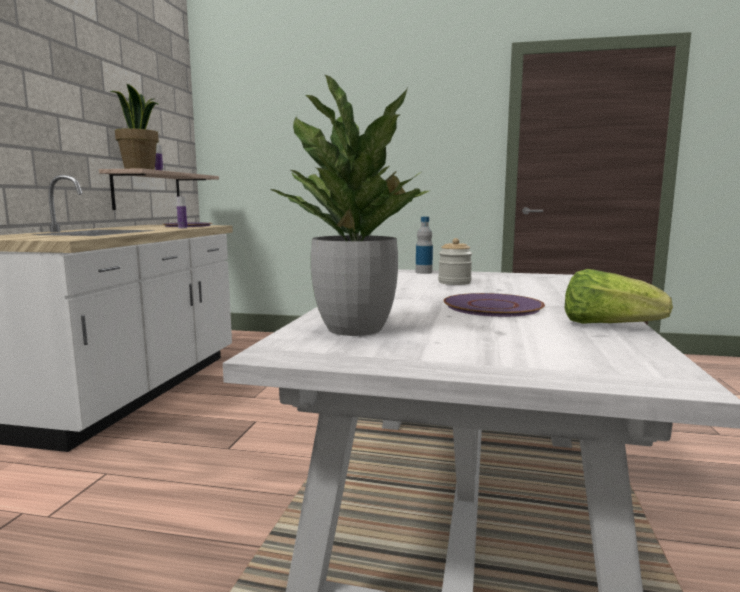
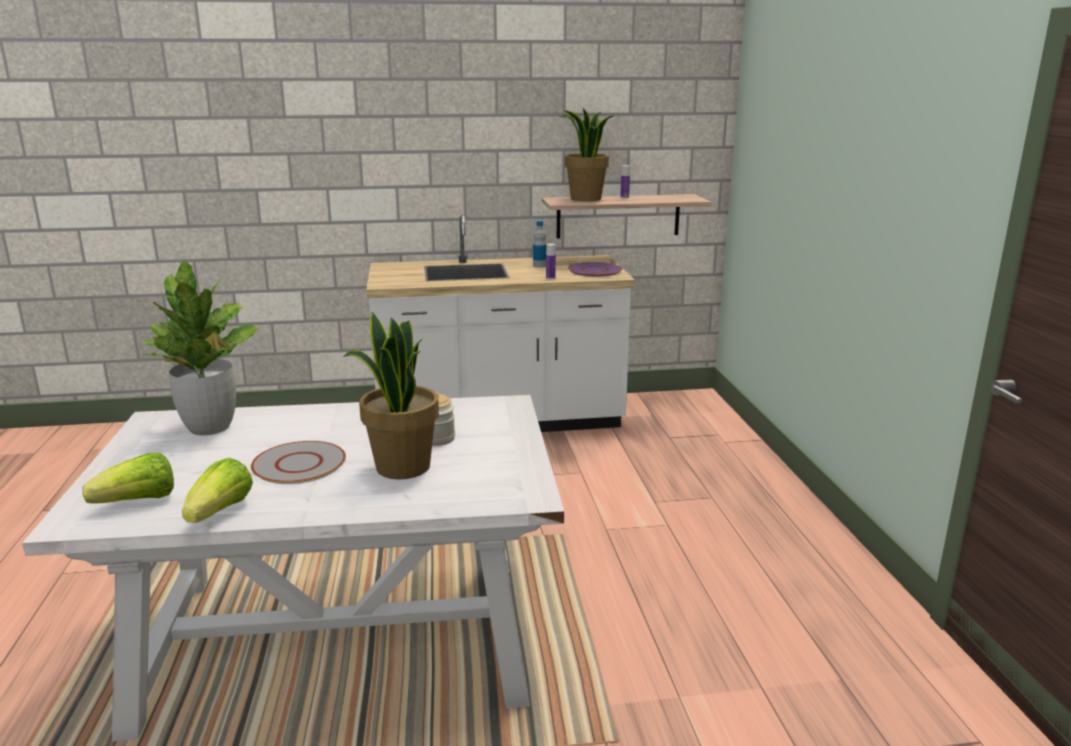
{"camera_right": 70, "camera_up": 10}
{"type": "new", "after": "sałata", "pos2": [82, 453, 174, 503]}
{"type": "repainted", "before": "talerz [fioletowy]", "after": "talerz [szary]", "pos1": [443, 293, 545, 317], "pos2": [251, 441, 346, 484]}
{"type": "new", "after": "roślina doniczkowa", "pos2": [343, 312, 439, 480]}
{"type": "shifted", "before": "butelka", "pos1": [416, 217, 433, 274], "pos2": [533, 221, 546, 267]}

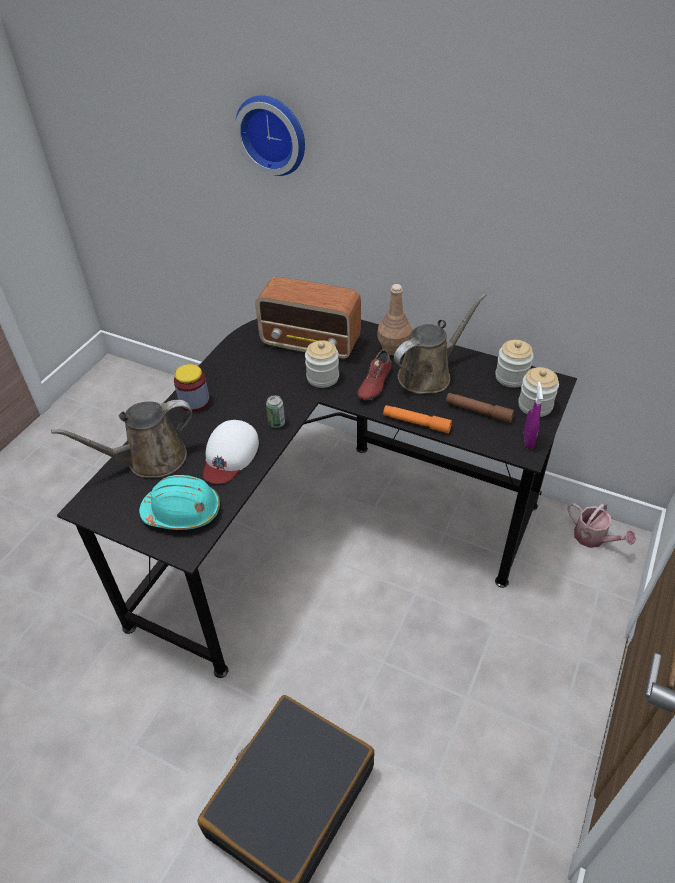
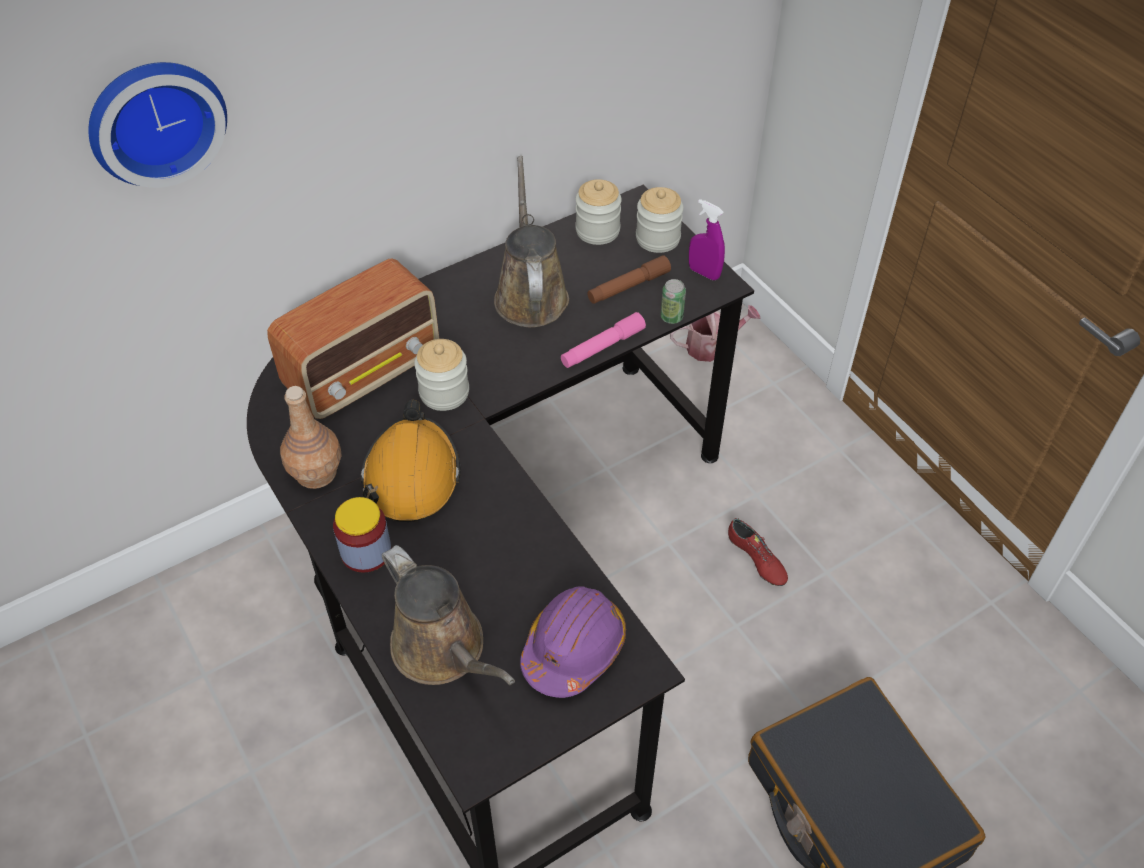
{"camera_right": -60, "camera_up": 5}
{"type": "shifted", "before": "butelka [brązowy]", "pos1": [377, 284, 412, 356], "pos2": [280, 386, 342, 489]}
{"type": "new", "after": "kask [pomarańczowy]", "pos2": [360, 400, 461, 522]}
{"type": "rotated", "before": "konewka [brązowy]", "pos1": [51, 400, 192, 477], "pos2": [382, 545, 515, 685], "turn": -45}
{"type": "repainted", "before": "kask [turkusowy]", "after": "kask [fioletowy]", "pos1": [139, 475, 220, 530], "pos2": [520, 586, 626, 698]}
{"type": "repainted", "before": "latarka [pomarańczowy]", "after": "latarka [różowy]", "pos1": [383, 405, 452, 433], "pos2": [561, 312, 646, 368]}
{"type": "shifted", "before": "puszka", "pos1": [266, 395, 285, 428], "pos2": [660, 279, 686, 324]}
{"type": "shifted", "before": "but [czerwony]", "pos1": [358, 349, 392, 400], "pos2": [728, 518, 788, 586]}
{"type": "gone", "before": "czapka z daszkiem [biały]", "pos1": [203, 420, 259, 484]}

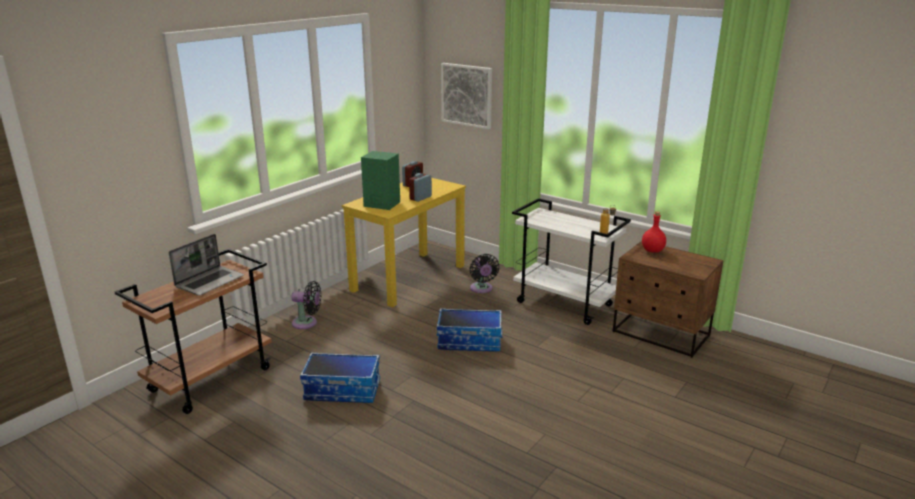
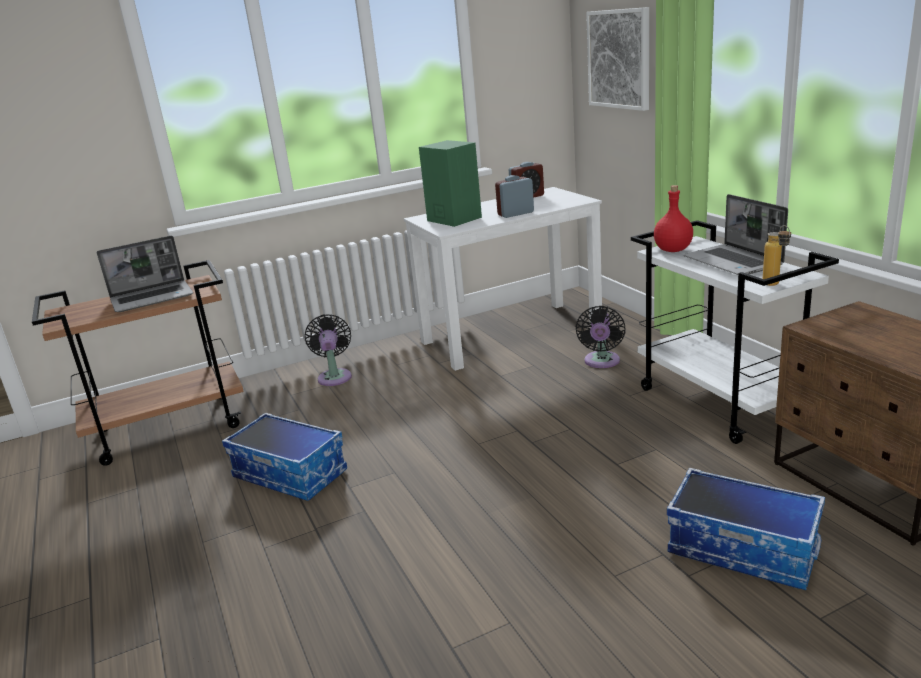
{"camera_right": 30, "camera_up": 0}
{"type": "rotated", "before": "wentylator [czarny]", "pos1": [291, 281, 321, 329], "pos2": [305, 314, 352, 386], "turn": -135}
{"type": "repainted", "before": "biurko [żółty]", "after": "biurko [biały]", "pos1": [342, 178, 466, 307], "pos2": [404, 187, 602, 371]}
{"type": "shifted", "before": "butelka [czerwony]", "pos1": [642, 212, 666, 253], "pos2": [654, 185, 693, 252]}
{"type": "shifted", "before": "pojemnik do przechowywania", "pos1": [437, 308, 502, 352], "pos2": [667, 468, 825, 590]}
{"type": "new", "after": "laptop", "pos2": [684, 194, 788, 275]}

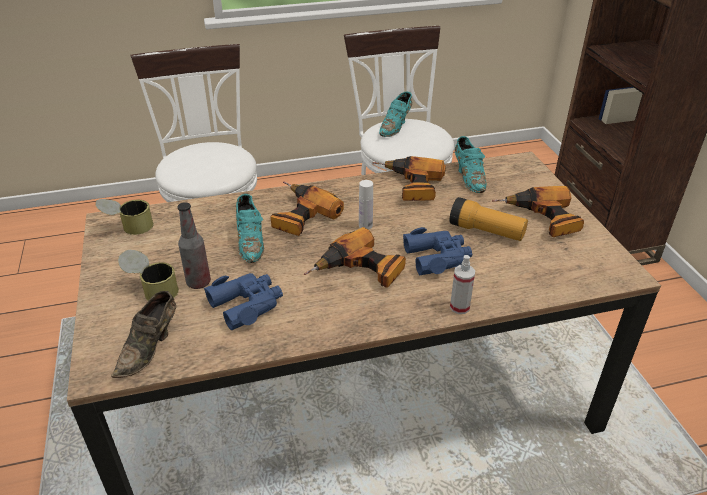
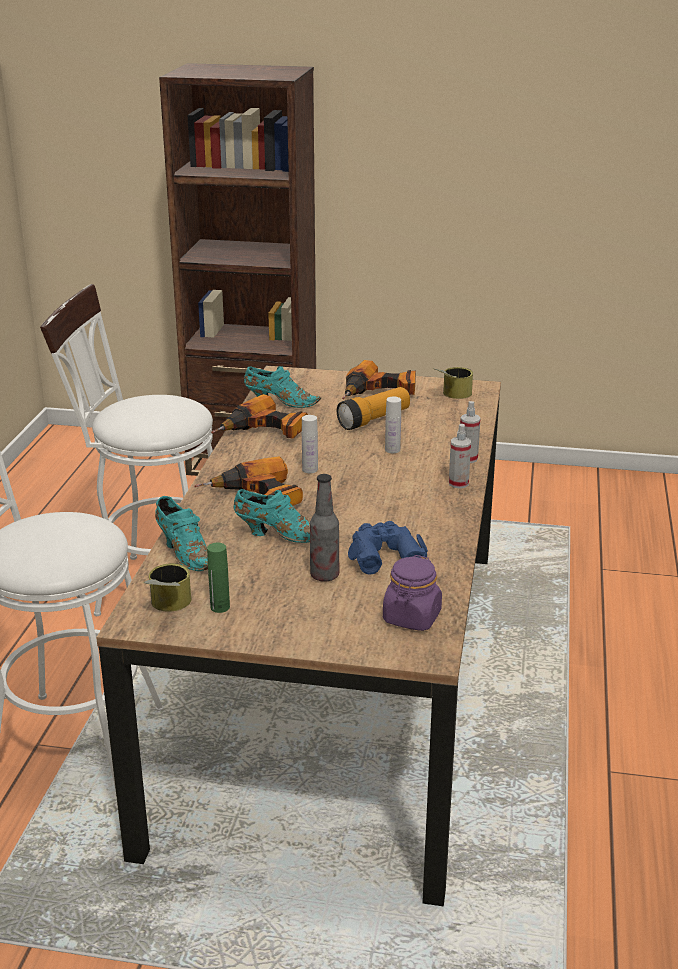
{"camera_right": -65, "camera_up": -10}
{"type": "shifted", "before": "but [turkusowy]", "pos1": [379, 92, 412, 137], "pos2": [155, 496, 208, 571]}
{"type": "new", "after": "butelka [zielony]", "pos2": [207, 542, 230, 613]}
{"type": "swapped", "before": "but [brązowy]", "after": "słoik [fioletowy]", "pos1": [111, 291, 176, 378], "pos2": [383, 555, 442, 631]}
{"type": "swapped", "before": "lornetka [niebieski]", "after": "butelka [biały]", "pos1": [403, 227, 472, 275], "pos2": [385, 397, 401, 453]}
{"type": "shifted", "before": "puszka", "pos1": [118, 250, 179, 301], "pos2": [433, 367, 473, 399]}
{"type": "new", "after": "spryskiwacz", "pos2": [449, 424, 471, 489]}
{"type": "gone", "before": "wiertarka", "pos1": [304, 227, 406, 288]}

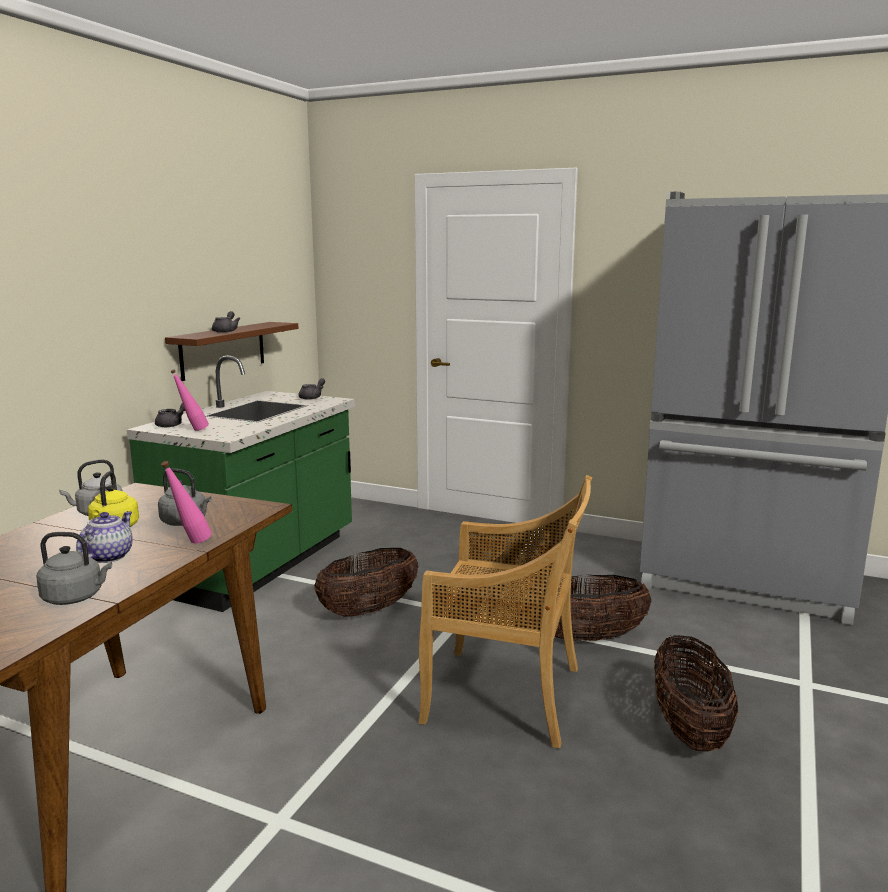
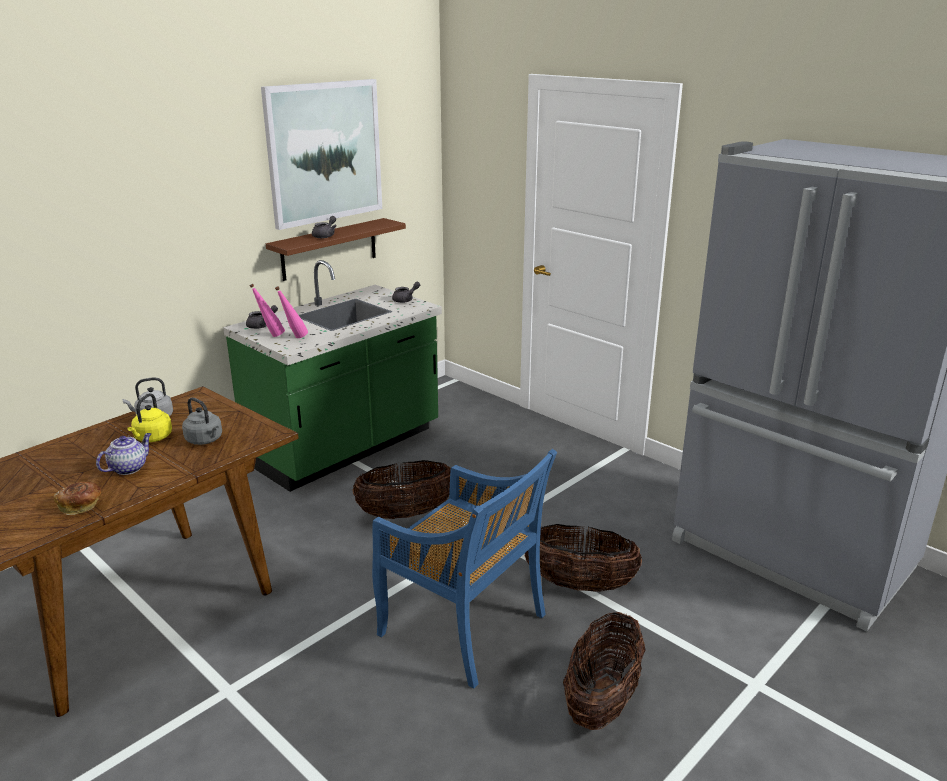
{"camera_right": 20, "camera_up": 10}
{"type": "swapped", "before": "czajnik [szary]", "after": "chleb", "pos1": [36, 532, 112, 605], "pos2": [54, 482, 101, 515]}
{"type": "new", "after": "obraz", "pos2": [261, 79, 382, 230]}
{"type": "shifted", "before": "butelka [różowy]", "pos1": [161, 461, 212, 544], "pos2": [275, 286, 308, 338]}
{"type": "repainted", "before": "krzesło [beżowy]", "after": "krzesło [niebieski]", "pos1": [418, 475, 592, 748], "pos2": [372, 449, 557, 688]}

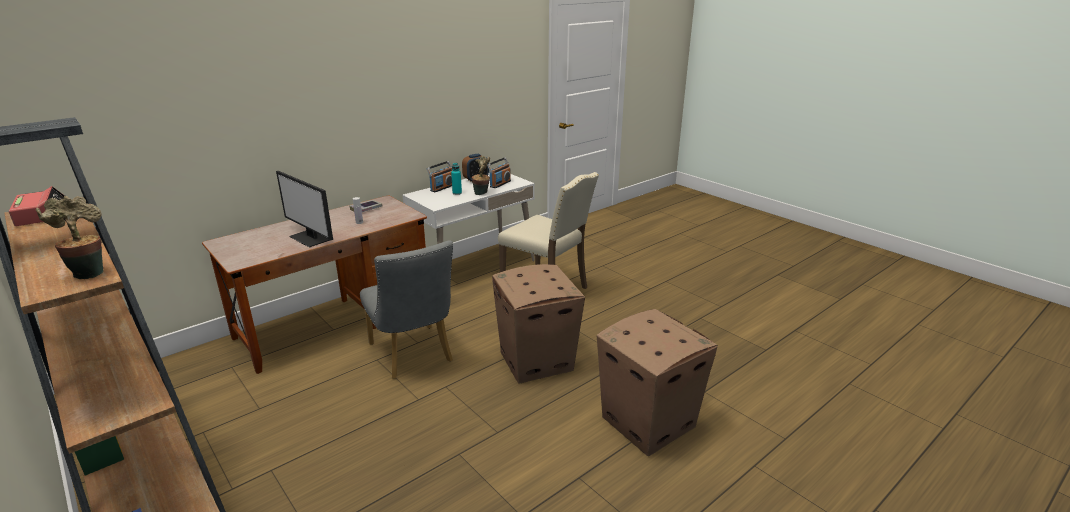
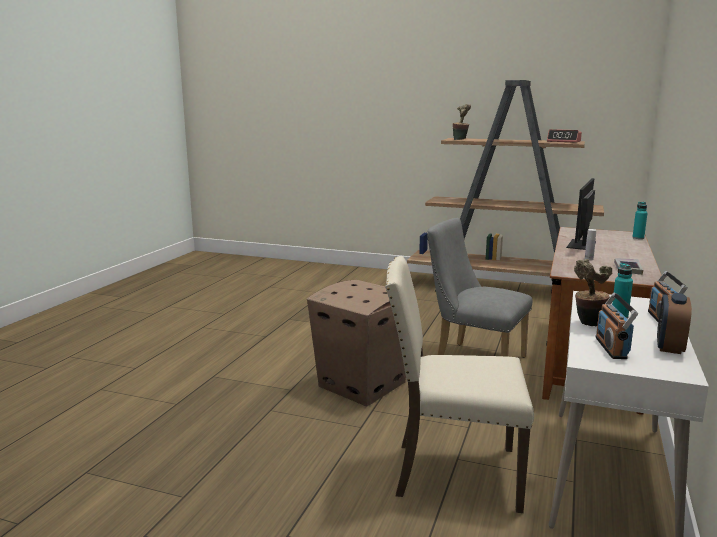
{"camera_right": 150, "camera_up": -10}
{"type": "rotated", "before": "monitor", "pos1": [276, 171, 333, 248], "pos2": [566, 178, 596, 250], "turn": -75}
{"type": "new", "after": "butelka [turkusowy]", "pos2": [632, 202, 647, 239]}
{"type": "gone", "before": "karton", "pos1": [596, 309, 718, 456]}

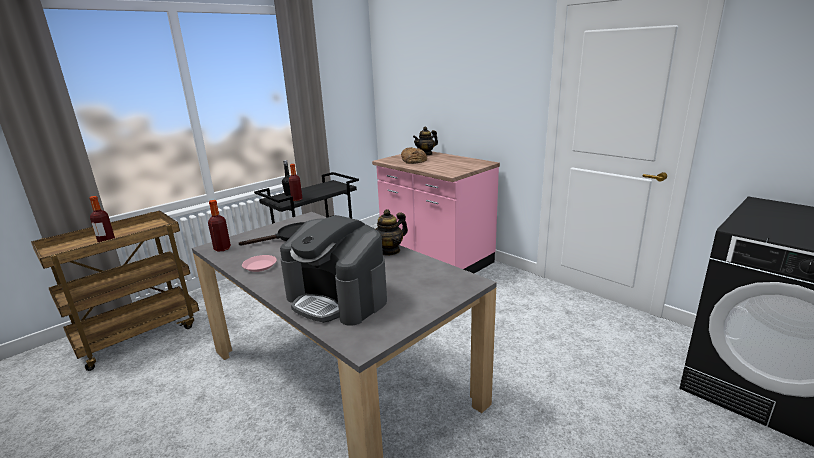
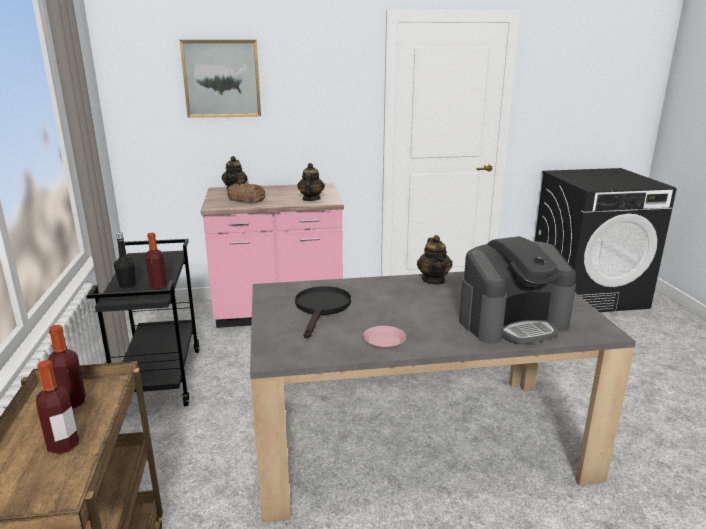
{"camera_right": -55, "camera_up": 0}
{"type": "shifted", "before": "butelka", "pos1": [208, 200, 231, 252], "pos2": [48, 325, 86, 409]}
{"type": "new", "after": "obraz", "pos2": [180, 40, 261, 118]}
{"type": "new", "after": "imbryk", "pos2": [297, 163, 325, 201]}

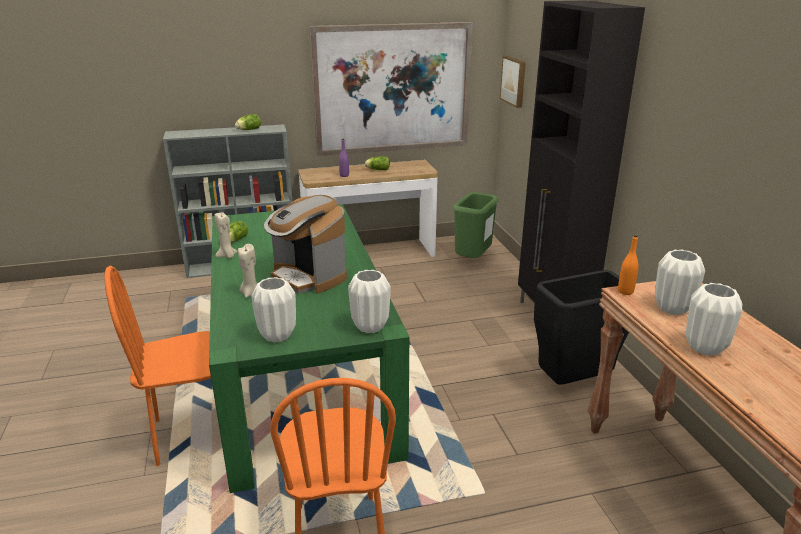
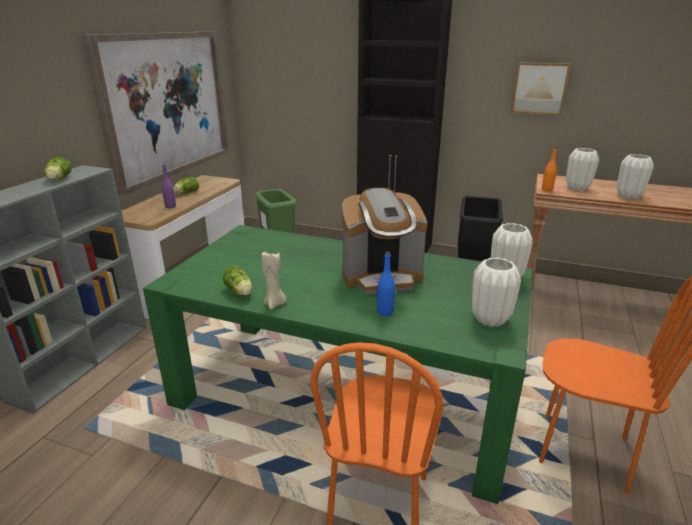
{"camera_right": -55, "camera_up": 0}
{"type": "swapped", "before": "świeca [beżowy]", "after": "butelka [niebieski]", "pos1": [238, 244, 257, 298], "pos2": [377, 252, 395, 316]}
{"type": "shifted", "before": "obraz", "pos1": [500, 56, 526, 108], "pos2": [511, 62, 570, 115]}

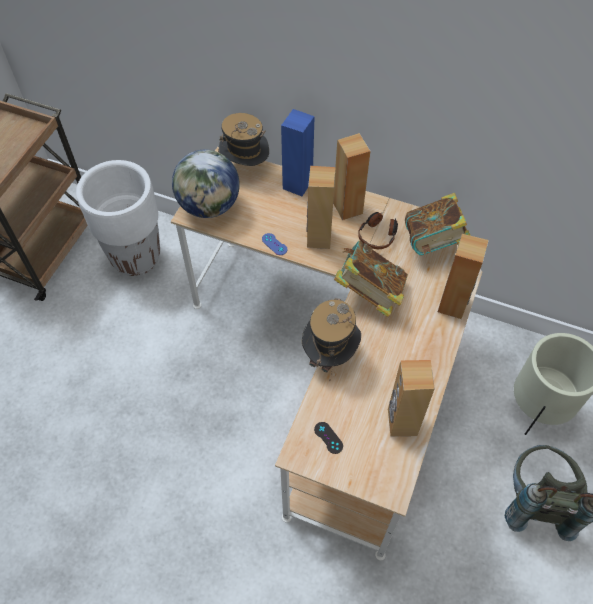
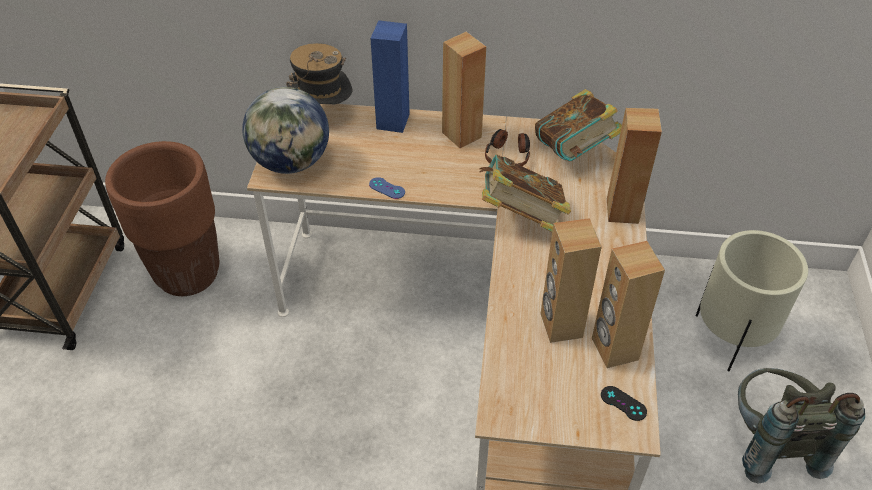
{"camera_right": -15, "camera_up": -10}
{"type": "repainted", "before": "donica [biały]", "after": "donica [brązowy]", "pos1": [76, 160, 160, 276], "pos2": [105, 141, 219, 296]}
{"type": "shifted", "before": "głośnik [brązowy]", "pos1": [307, 166, 336, 249], "pos2": [540, 218, 602, 343]}
{"type": "shifted", "before": "pad do gier [czarny]", "pos1": [314, 422, 343, 454], "pos2": [601, 386, 647, 421]}
{"type": "gone", "before": "kapelusz", "pos1": [302, 298, 361, 380]}

